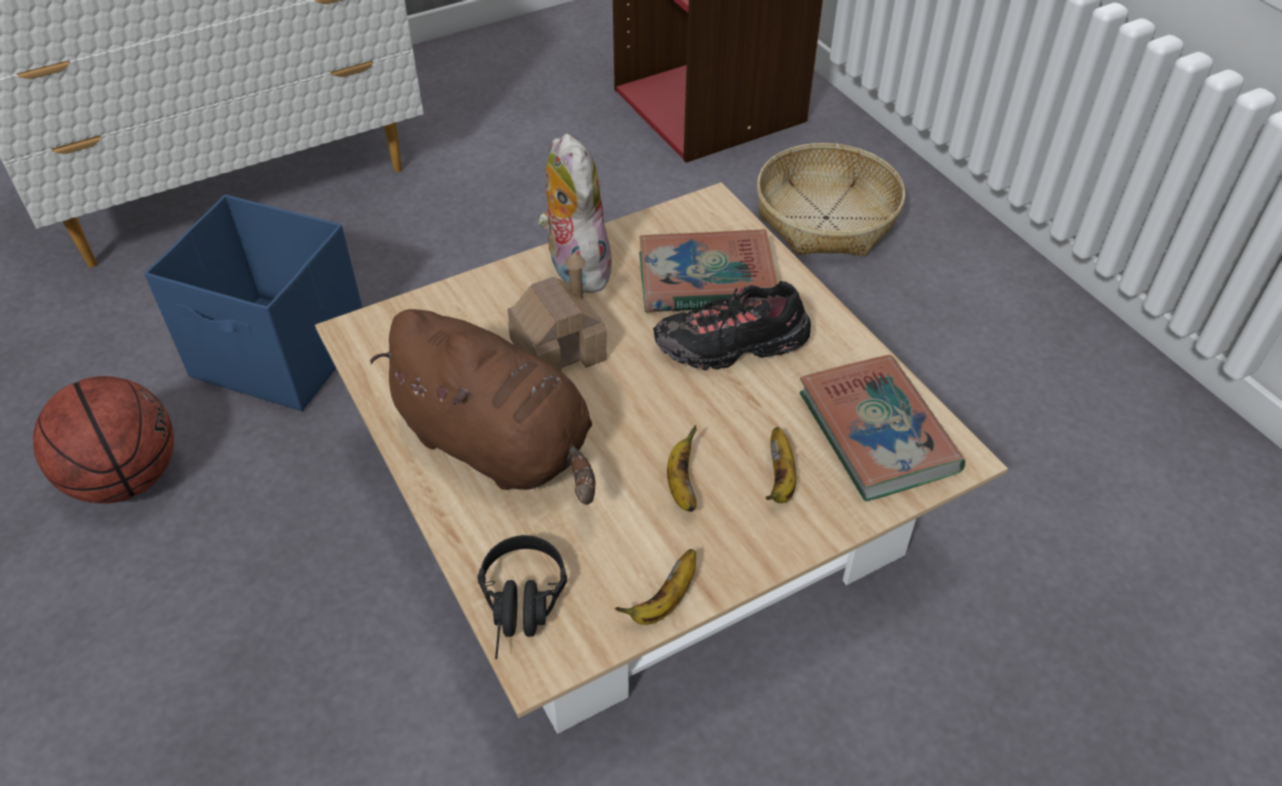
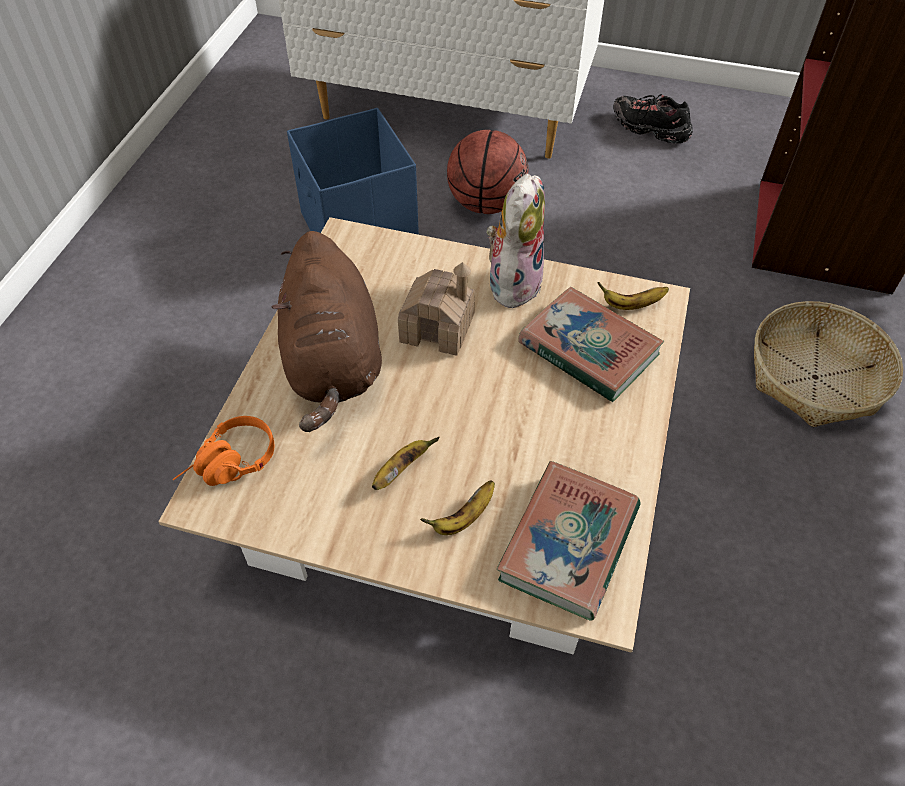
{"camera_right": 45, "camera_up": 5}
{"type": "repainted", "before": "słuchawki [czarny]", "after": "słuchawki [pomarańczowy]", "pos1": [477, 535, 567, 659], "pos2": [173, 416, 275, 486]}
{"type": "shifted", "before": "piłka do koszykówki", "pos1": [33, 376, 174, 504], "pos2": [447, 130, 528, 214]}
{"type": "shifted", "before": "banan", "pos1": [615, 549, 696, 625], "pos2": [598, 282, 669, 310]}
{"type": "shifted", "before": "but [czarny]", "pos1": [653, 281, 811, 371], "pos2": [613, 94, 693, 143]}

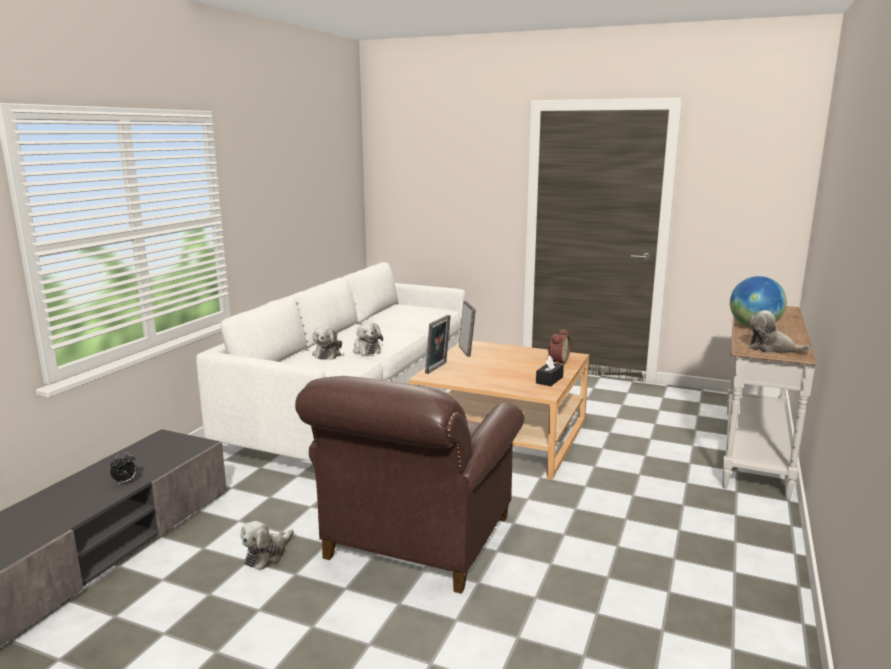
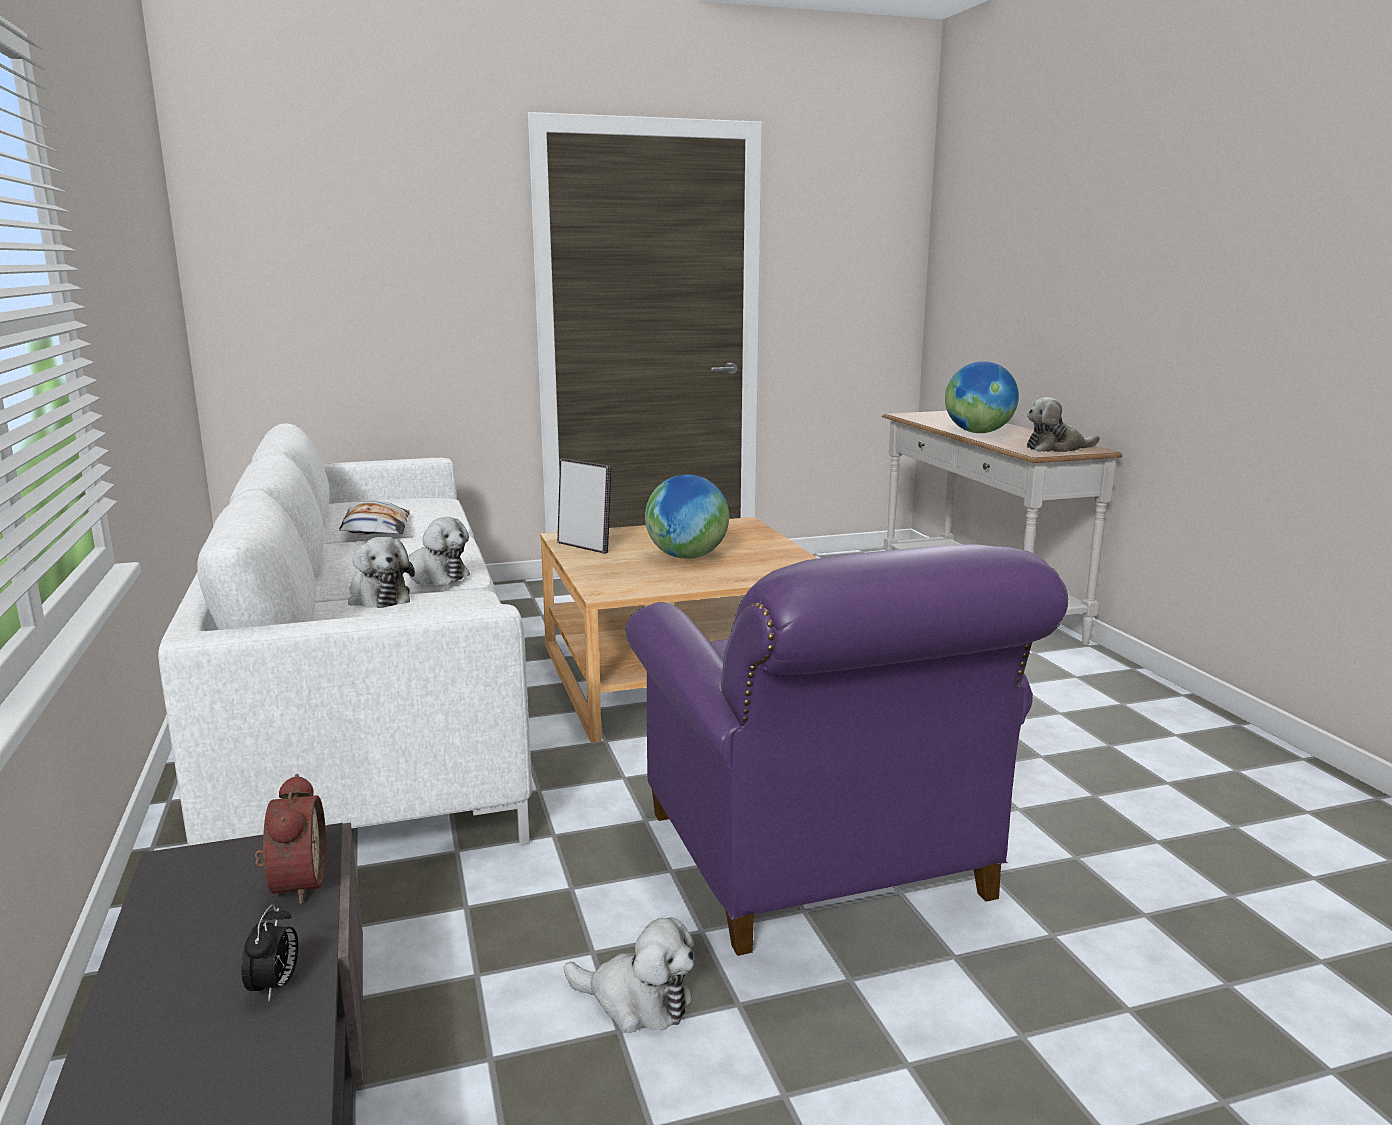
{"camera_right": -40, "camera_up": 0}
{"type": "shifted", "before": "budzik", "pos1": [547, 329, 571, 364], "pos2": [255, 774, 326, 904]}
{"type": "new", "after": "poduszka", "pos2": [339, 500, 410, 535]}
{"type": "rotated", "before": "pluszak", "pos1": [241, 521, 294, 570], "pos2": [564, 917, 695, 1033], "turn": -60}
{"type": "repainted", "before": "fotel [brązowy]", "after": "fotel [fioletowy]", "pos1": [295, 376, 525, 594], "pos2": [625, 544, 1068, 956]}
{"type": "new", "after": "globus", "pos2": [645, 474, 729, 559]}
{"type": "gone", "before": "ramka na zdjęcie", "pos1": [425, 315, 451, 374]}
{"type": "gone", "before": "pudełko chusteczek [czarny]", "pos1": [536, 355, 564, 386]}

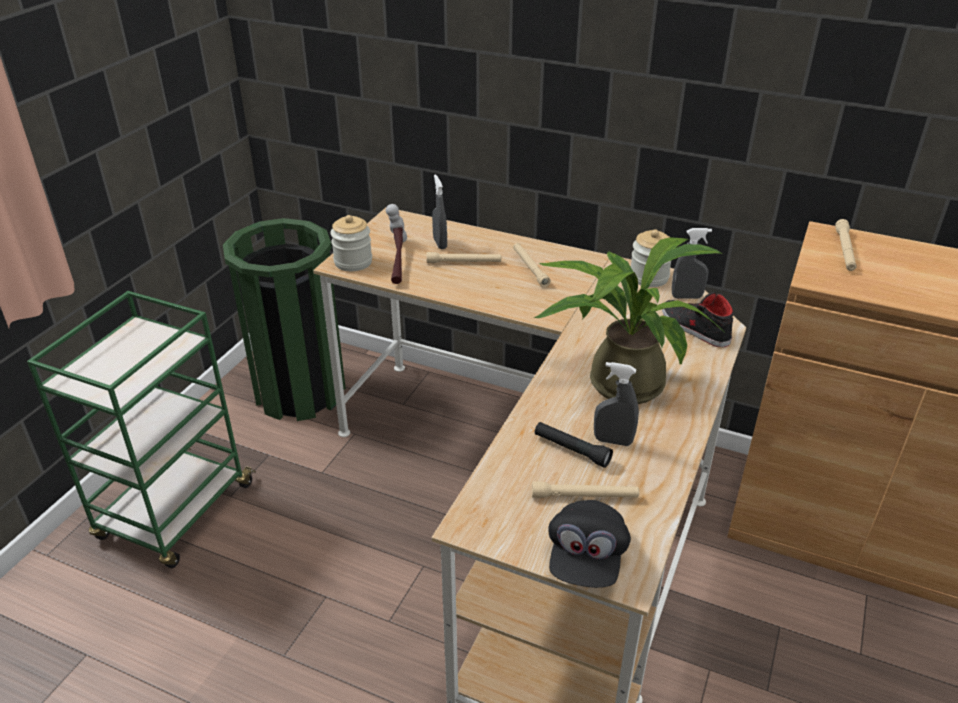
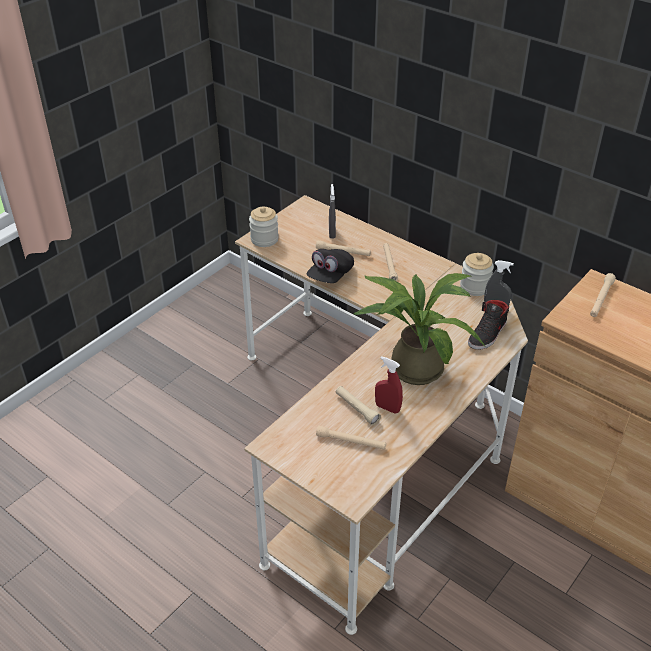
{"camera_right": 15, "camera_up": 5}
{"type": "shifted", "before": "czapka z daszkiem [czarny]", "pos1": [548, 500, 631, 588], "pos2": [306, 249, 354, 283]}
{"type": "repainted", "before": "latarka [czarny]", "after": "latarka [beżowy]", "pos1": [535, 422, 613, 468], "pos2": [336, 386, 381, 425]}
{"type": "repainted", "before": "spryskiwacz [szary]", "after": "spryskiwacz [czerwony]", "pos1": [594, 362, 639, 446], "pos2": [375, 356, 403, 414]}
{"type": "rotated", "before": "but [czarny]", "pos1": [662, 292, 733, 347], "pos2": [468, 300, 509, 350], "turn": -120}
{"type": "gone", "before": "wózek [zielony]", "pos1": [27, 291, 256, 568]}
{"type": "gone", "before": "kosz na śmieci [zielony]", "pos1": [223, 218, 346, 421]}
{"type": "gone", "before": "młotek", "pos1": [386, 204, 407, 284]}

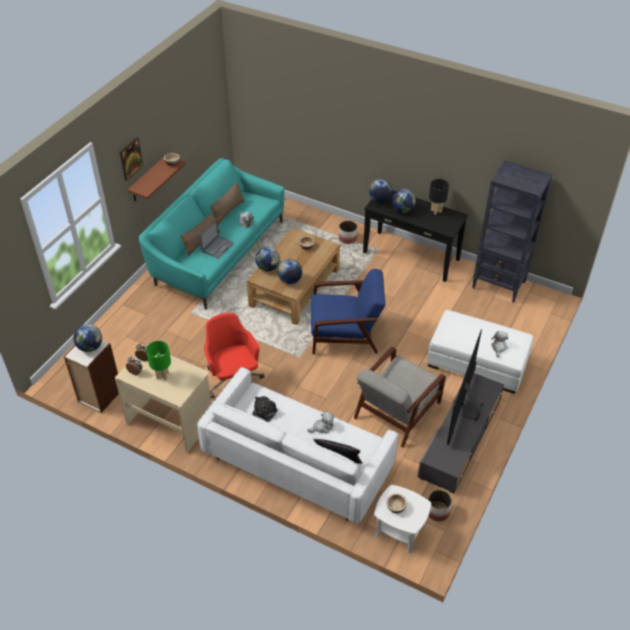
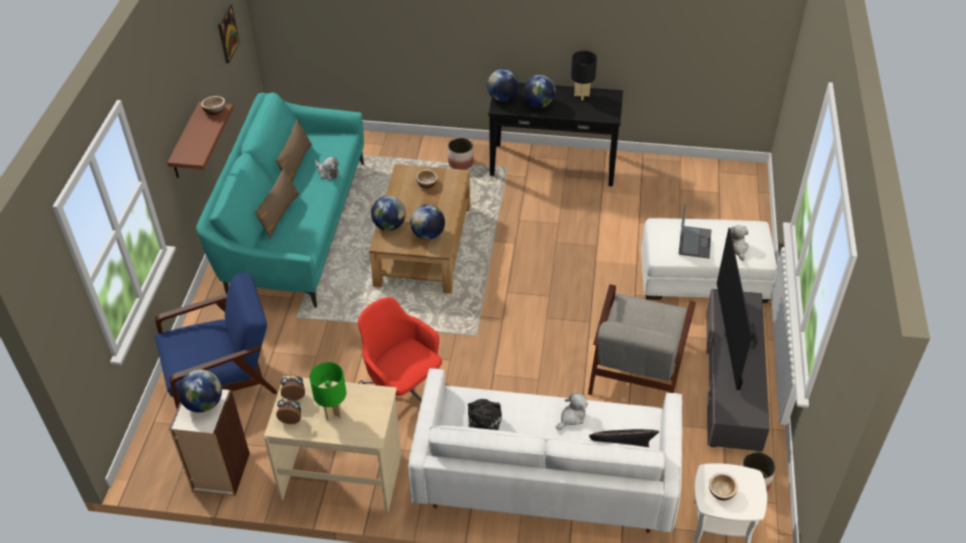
{"camera_right": -20, "camera_up": 0}
{"type": "shifted", "before": "fotel [niebieski]", "pos1": [311, 269, 385, 354], "pos2": [155, 273, 277, 409]}
{"type": "shifted", "before": "obraz", "pos1": [120, 137, 143, 181], "pos2": [218, 4, 240, 63]}
{"type": "shifted", "before": "laptop", "pos1": [200, 220, 234, 259], "pos2": [679, 204, 712, 258]}
{"type": "gone", "before": "regał [czarny]", "pos1": [472, 160, 552, 303]}

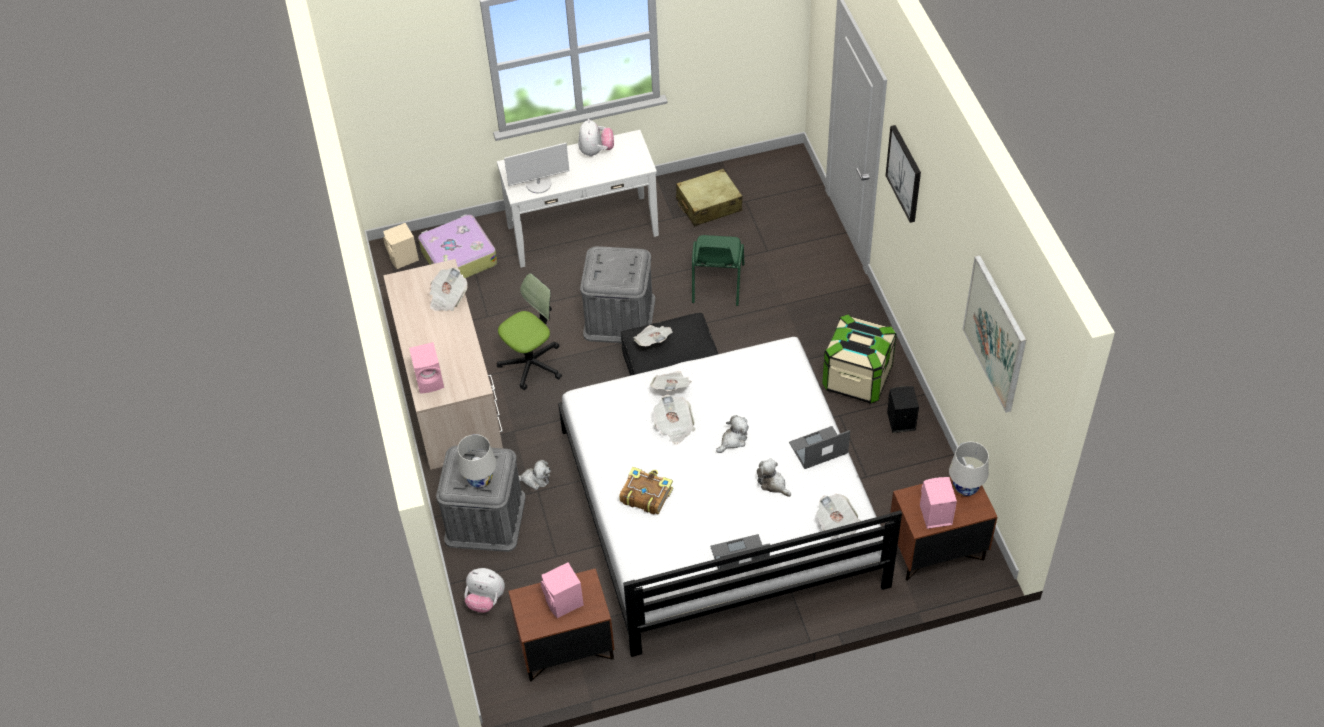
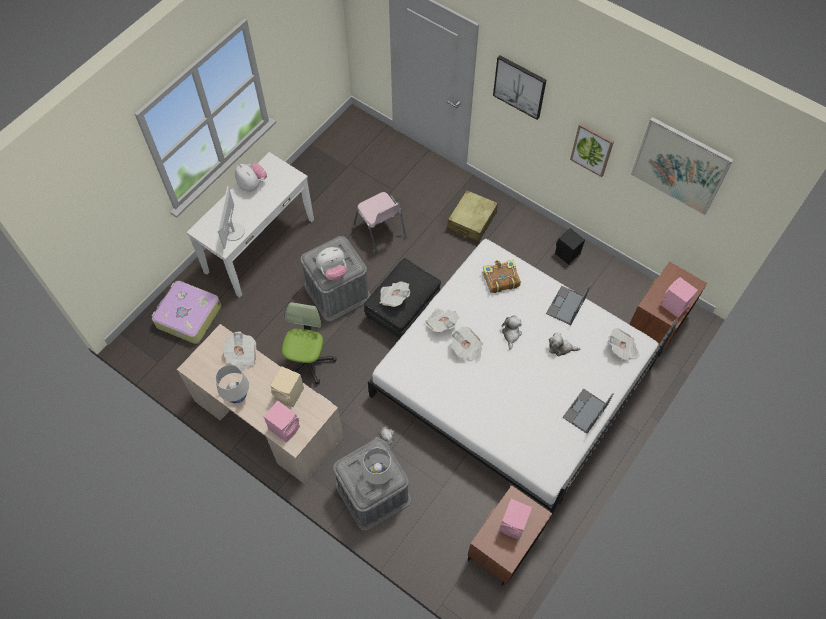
{"camera_right": -40, "camera_up": 10}
{"type": "shifted", "before": "lampa stołowa [biały]", "pos1": [949, 442, 989, 496], "pos2": [215, 365, 249, 403]}
{"type": "rotated", "before": "monitor", "pos1": [504, 143, 569, 193], "pos2": [217, 186, 245, 249], "turn": 150}
{"type": "shifted", "before": "głośnik [beżowy]", "pos1": [383, 223, 419, 269], "pos2": [270, 367, 304, 407]}
{"type": "shifted", "before": "pluszak", "pos1": [464, 568, 505, 613], "pos2": [316, 247, 346, 280]}
{"type": "repainted", "before": "krzesło [zielony]", "after": "krzesło [różowy]", "pos1": [692, 235, 744, 306], "pos2": [354, 192, 407, 254]}
{"type": "shifted", "before": "walizka [beżowy]", "pos1": [676, 169, 742, 226], "pos2": [447, 190, 498, 243]}
{"type": "shifted", "before": "książka", "pos1": [619, 467, 673, 514], "pos2": [482, 260, 521, 293]}
{"type": "new", "after": "obraz", "pos2": [570, 123, 614, 177]}
{"type": "gone", "before": "pojemnik do przechowywania", "pos1": [822, 314, 897, 404]}

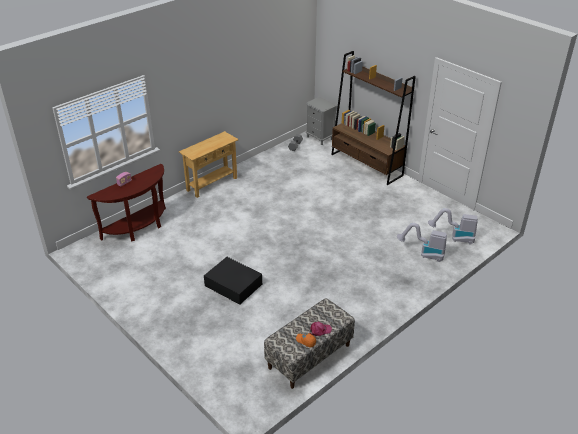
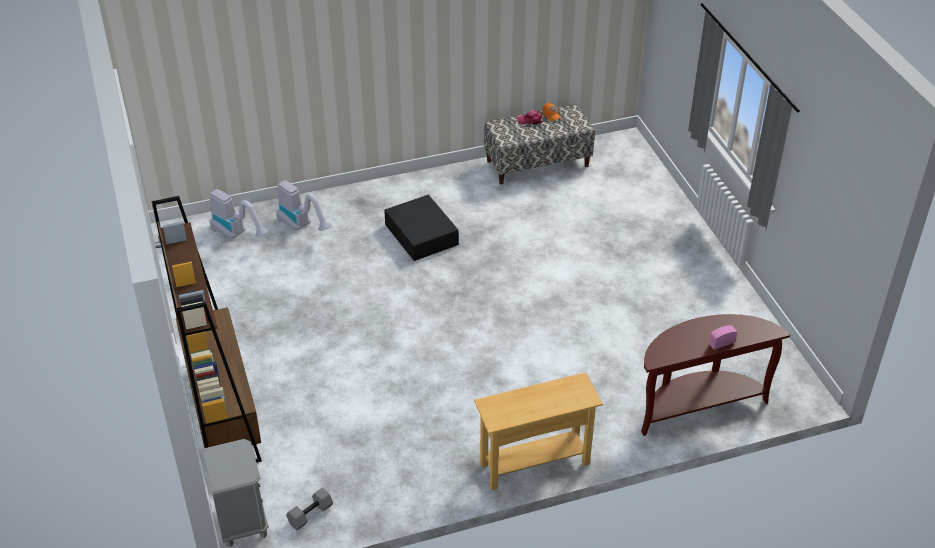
{"camera_right": -155, "camera_up": 5}
{"type": "shifted", "before": "pojemnik do przechowywania [czarny]", "pos1": [204, 257, 262, 305], "pos2": [384, 195, 459, 261]}

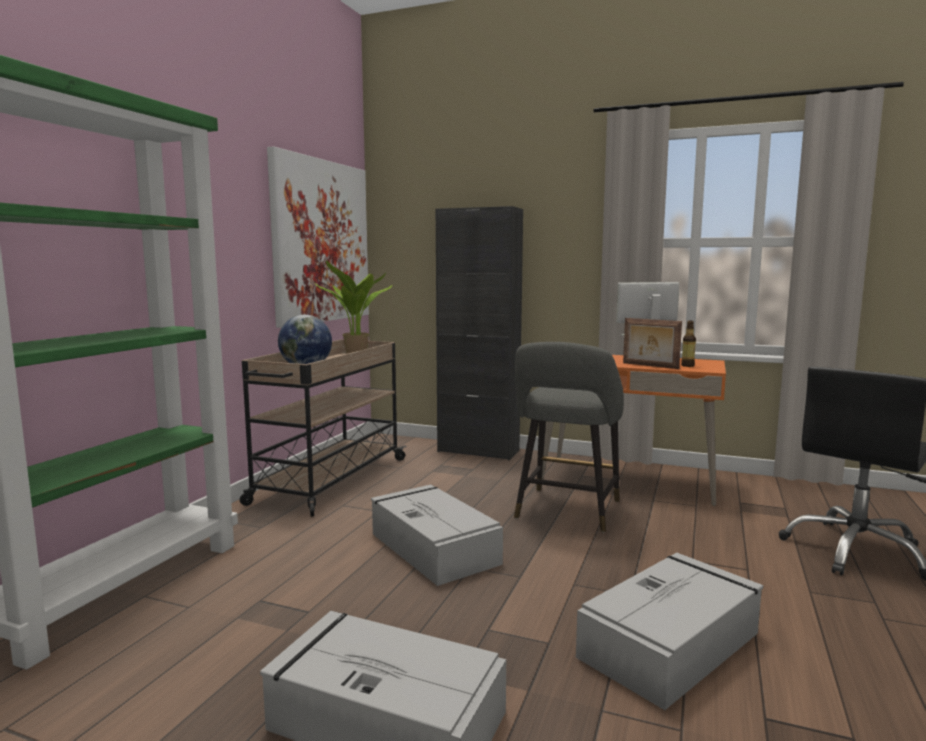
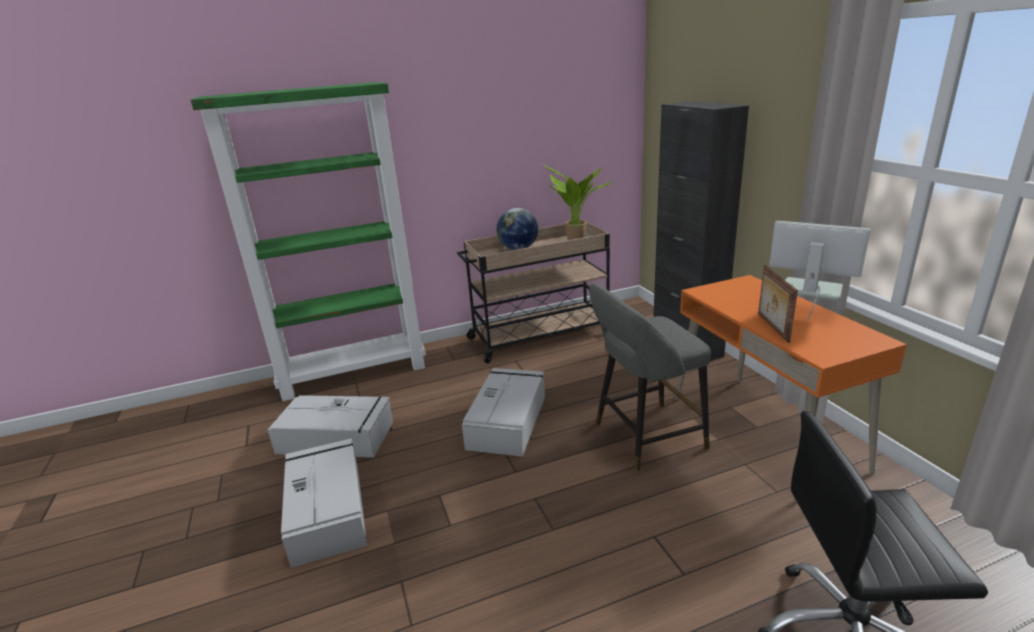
{"camera_right": 50, "camera_up": 15}
{"type": "shifted", "before": "pojemnik do przechowywania [szary]", "pos1": [576, 553, 763, 710], "pos2": [268, 395, 393, 457]}
{"type": "gone", "before": "obraz", "pos1": [267, 146, 369, 328]}
{"type": "gone", "before": "butelka", "pos1": [681, 321, 696, 367]}

